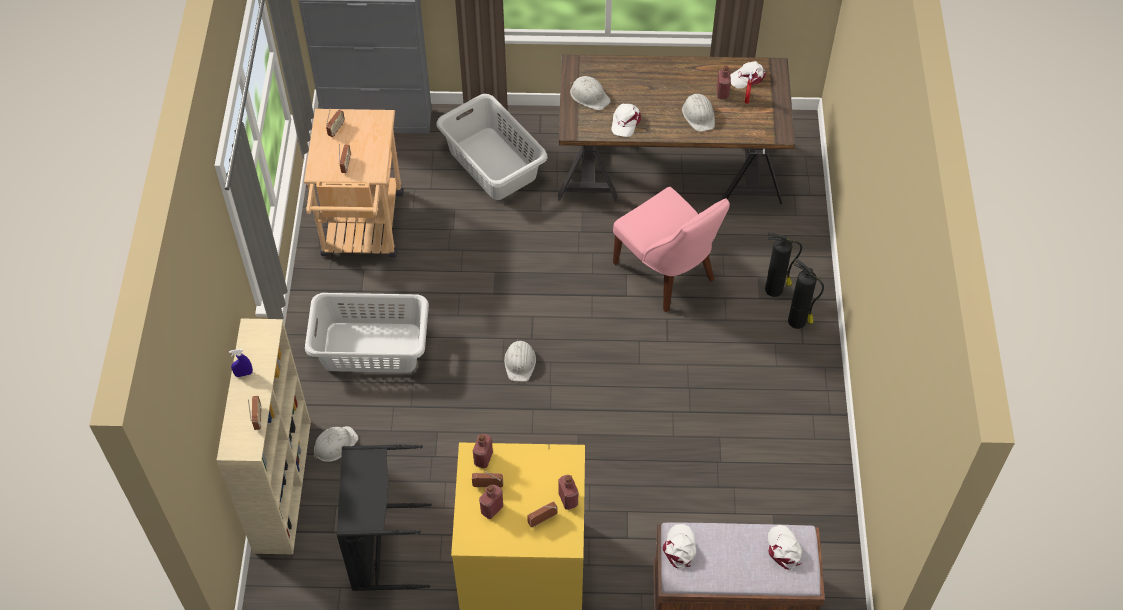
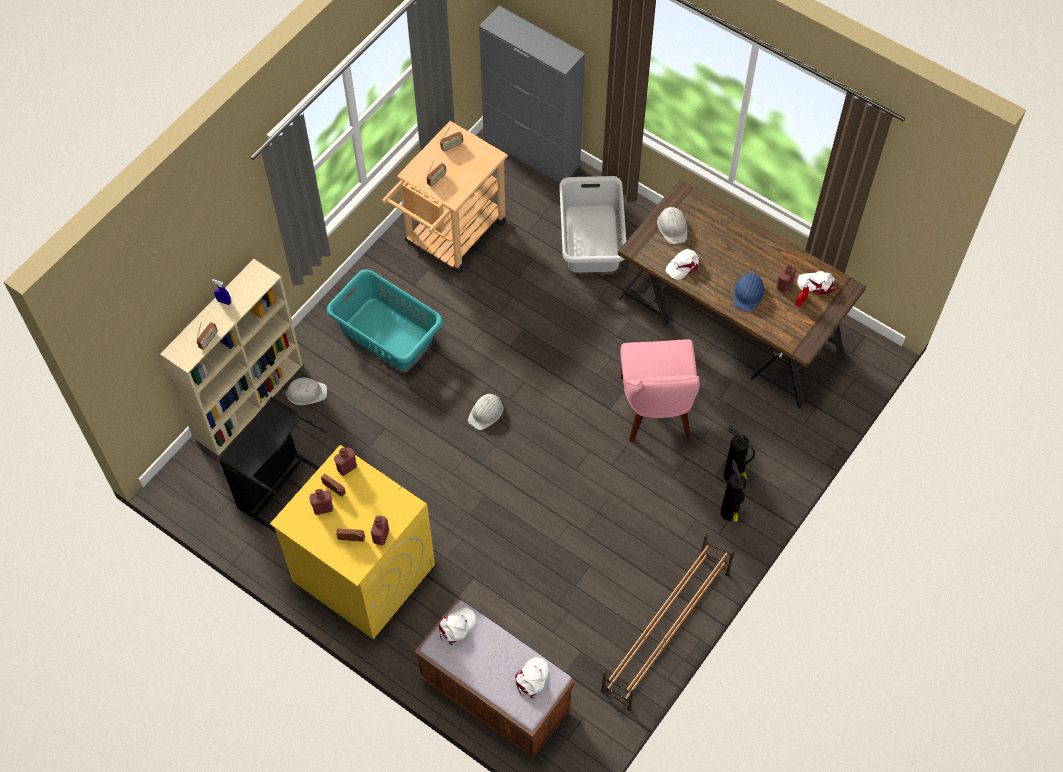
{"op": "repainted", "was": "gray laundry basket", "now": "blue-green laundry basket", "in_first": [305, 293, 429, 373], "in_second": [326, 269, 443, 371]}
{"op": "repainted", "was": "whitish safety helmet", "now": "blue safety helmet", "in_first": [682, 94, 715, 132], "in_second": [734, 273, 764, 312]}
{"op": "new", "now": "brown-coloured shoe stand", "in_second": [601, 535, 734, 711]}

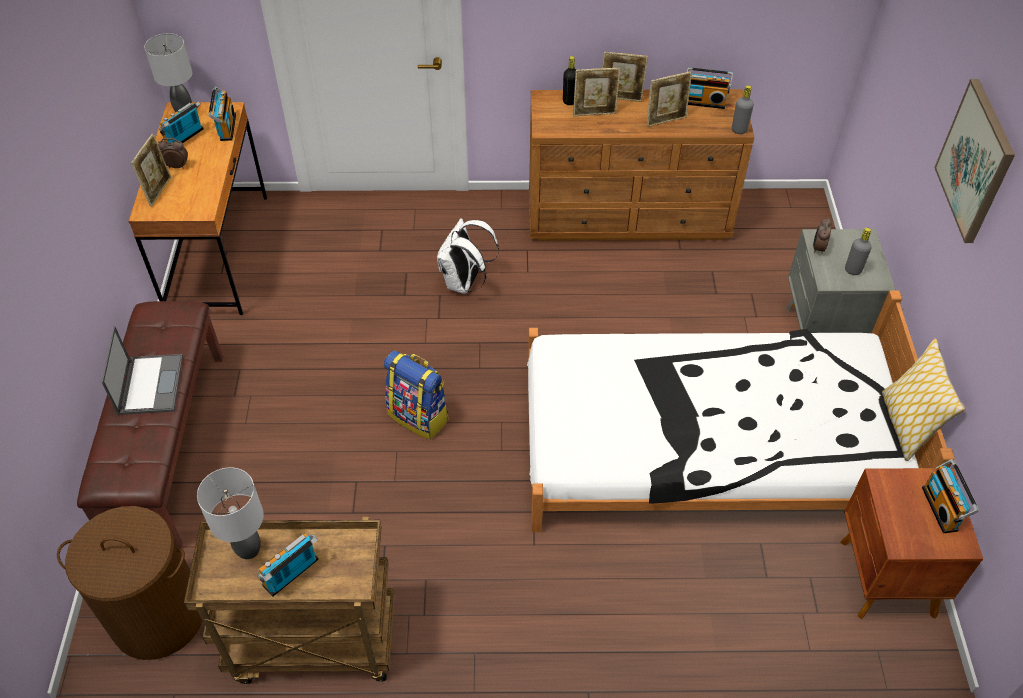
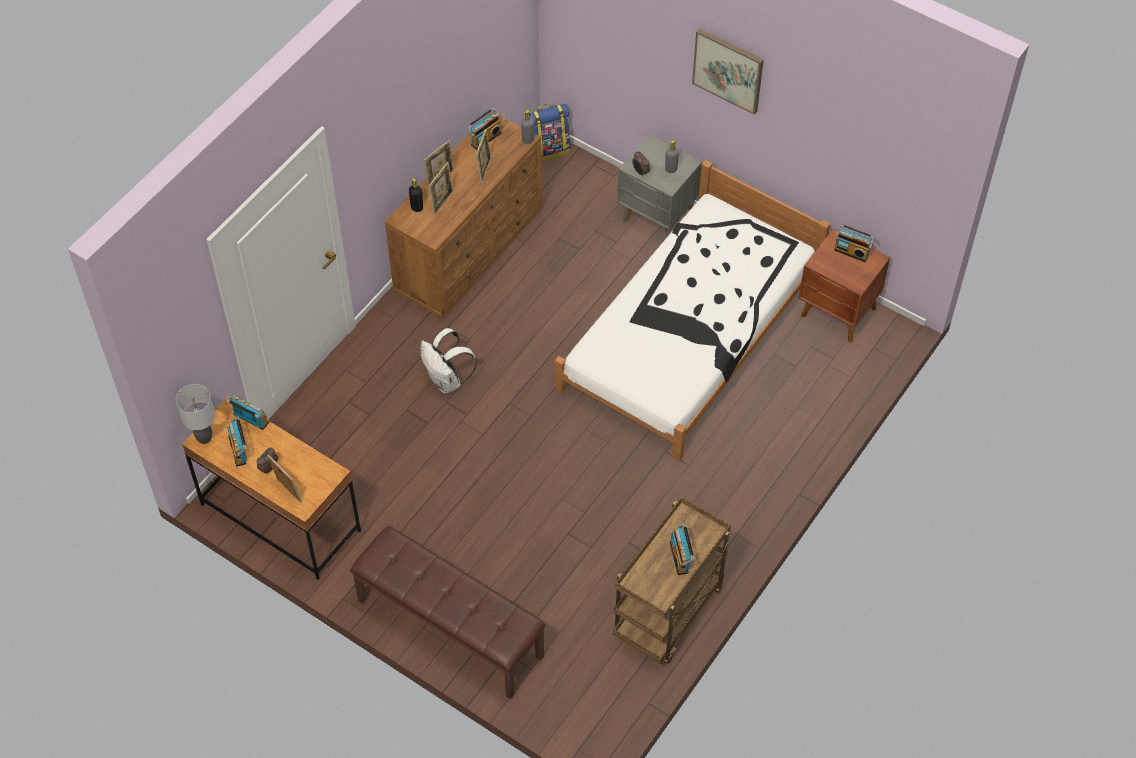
{"op": "gone", "was": "brown-coloured laundry basket", "in_first": [57, 506, 203, 660]}
{"op": "gone", "was": "laptop", "in_first": [102, 326, 183, 415]}
{"op": "gone", "was": "gray lamp for a table", "in_first": [197, 467, 264, 559]}
{"op": "shifted", "was": "rucksack", "in_first": [384, 350, 448, 440], "in_second": [530, 103, 570, 162]}
{"op": "gone", "was": "cushion", "in_first": [882, 338, 965, 461]}

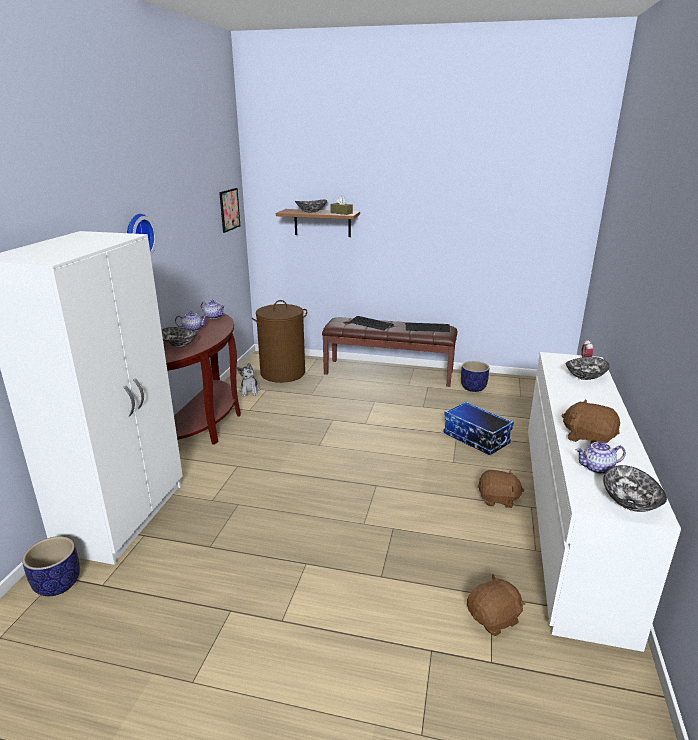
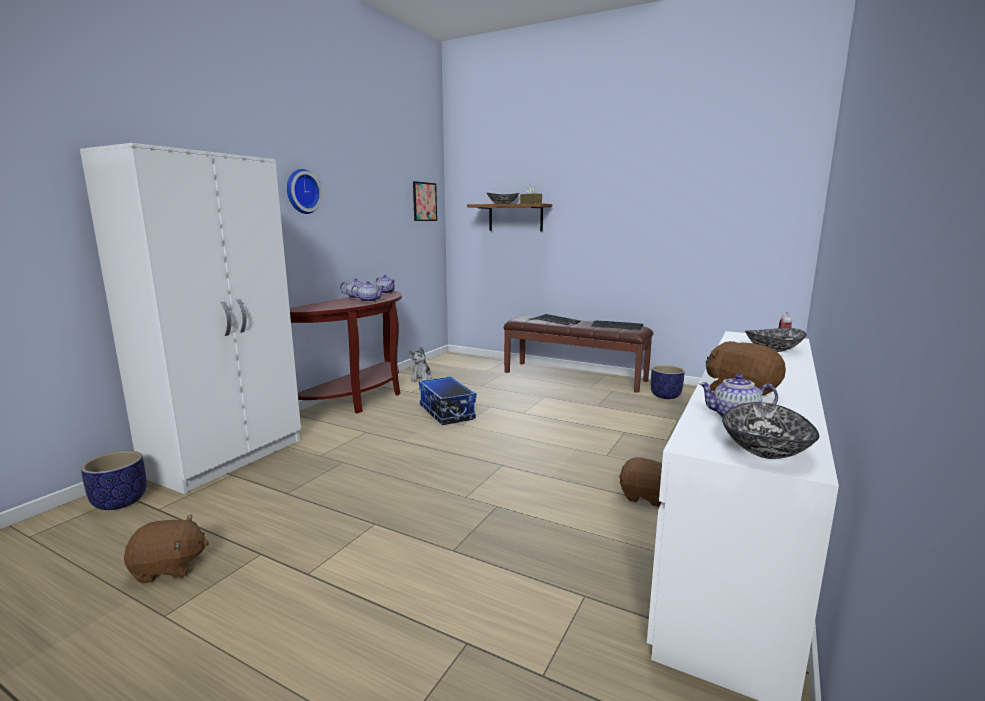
{"op": "gone", "was": "bowl", "in_first": [162, 327, 197, 347]}
{"op": "gone", "was": "brown-coloured laundry basket", "in_first": [252, 300, 307, 383]}
{"op": "shifted", "was": "storage bin", "in_first": [443, 401, 514, 455], "in_second": [419, 376, 476, 425]}
{"op": "shifted", "was": "brown-coloured plush toy", "in_first": [467, 574, 525, 636], "in_second": [124, 514, 209, 584]}
{"op": "new", "now": "pot for tea", "in_second": [351, 281, 385, 302]}

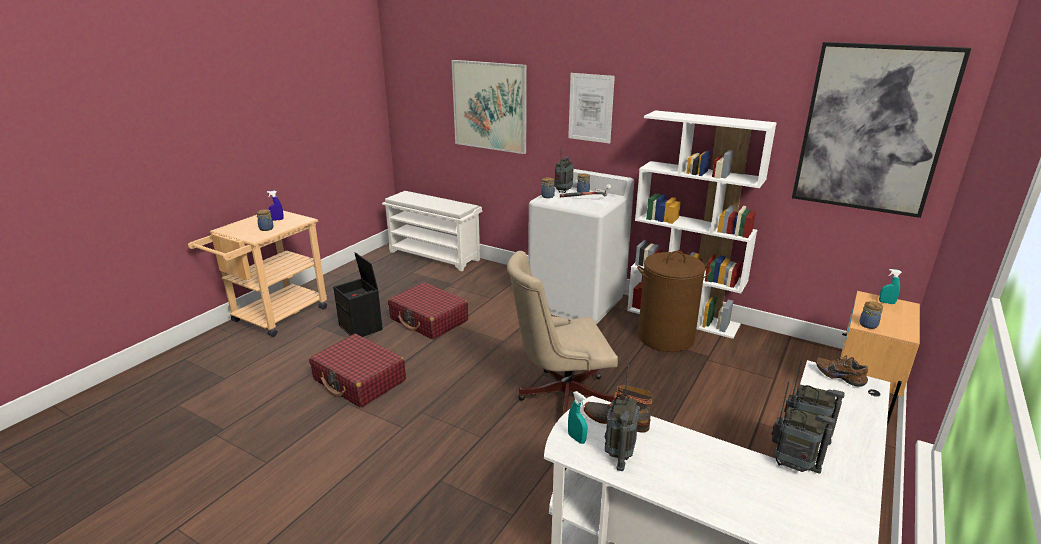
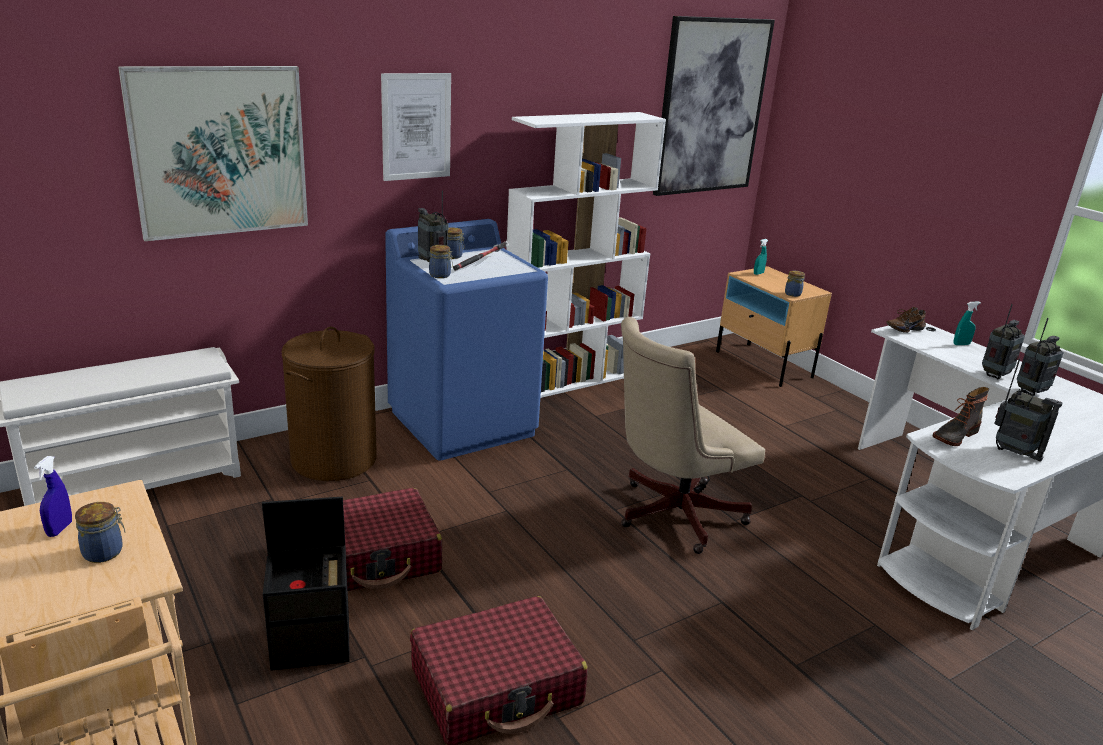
{"op": "rotated", "was": "sand-coloured computer chair", "in_first": [507, 251, 618, 416], "in_second": [621, 317, 765, 554], "clockwise": 45}
{"op": "repainted", "was": "whitish laundry appliance", "now": "blue laundry appliance", "in_first": [528, 169, 634, 324], "in_second": [385, 219, 548, 461]}
{"op": "shifted", "was": "blue-green spray bottle", "in_first": [568, 391, 587, 444], "in_second": [953, 301, 981, 345]}
{"op": "shifted", "was": "brown-coloured laundry basket", "in_first": [637, 251, 712, 352], "in_second": [282, 326, 377, 481]}

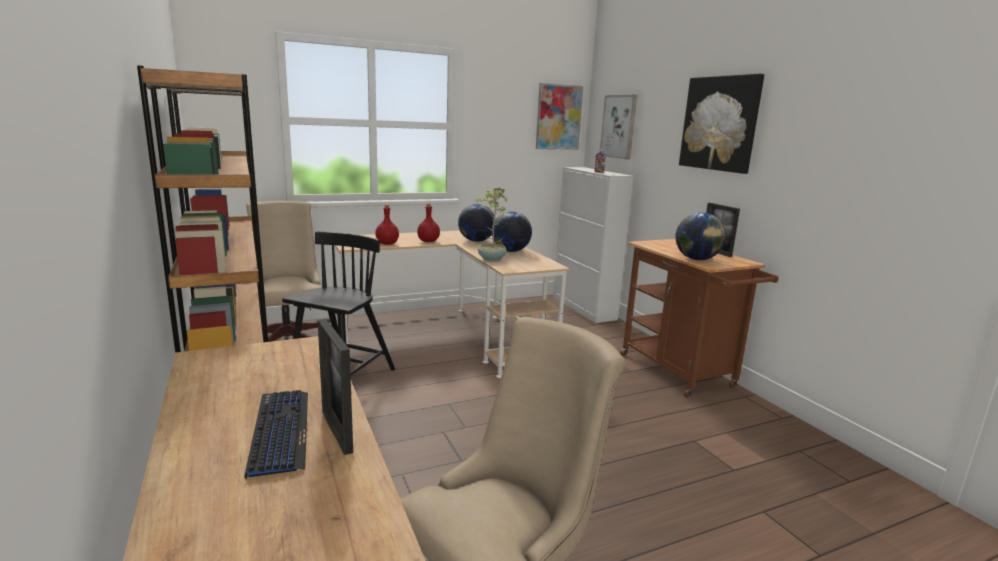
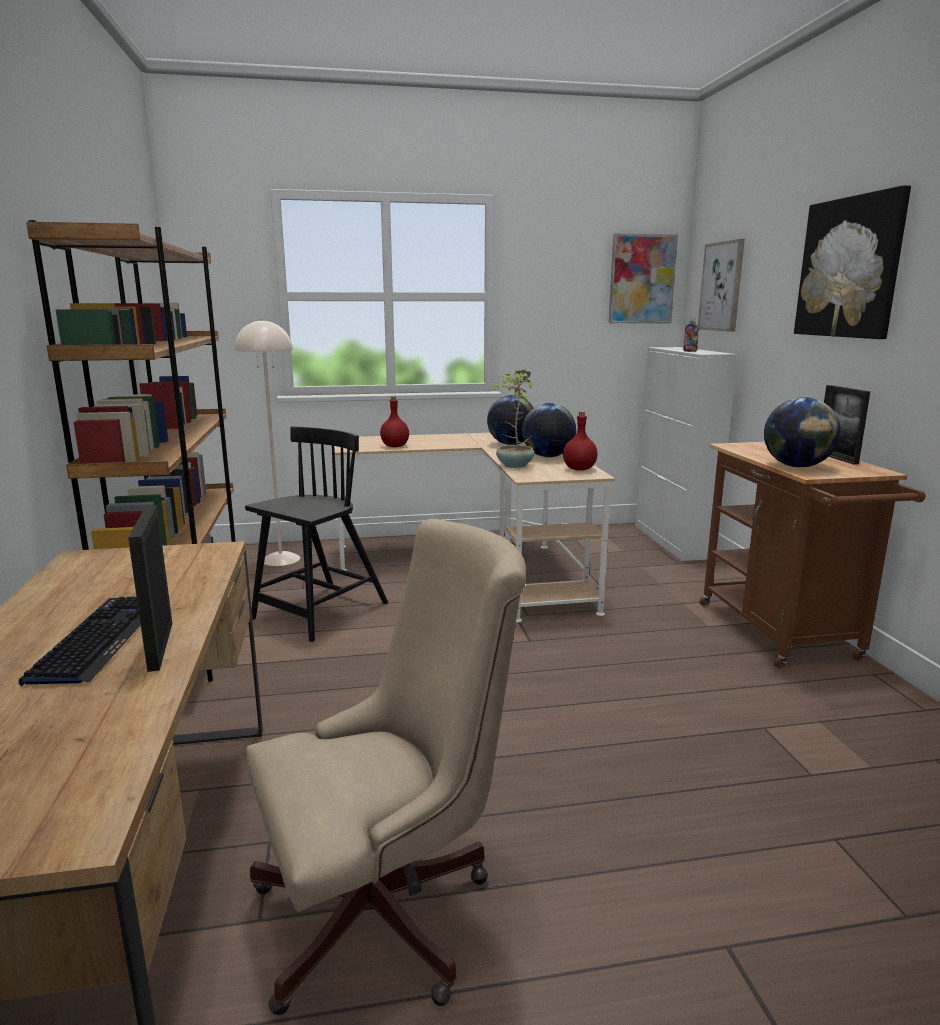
{"op": "swapped", "was": "sand-coloured computer chair", "now": "sand-coloured standing lamp", "in_first": [247, 201, 330, 342], "in_second": [235, 319, 300, 566]}
{"op": "shifted", "was": "reddish bottle", "in_first": [417, 203, 440, 242], "in_second": [563, 411, 598, 470]}

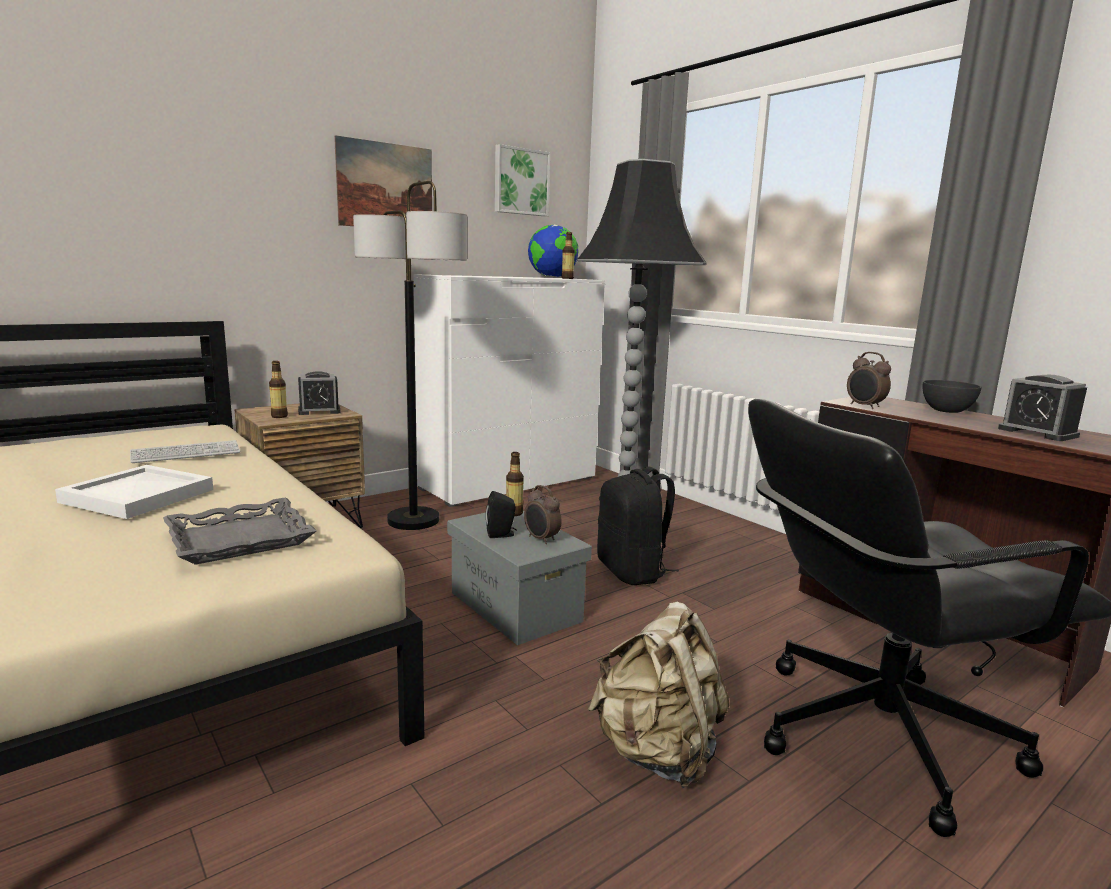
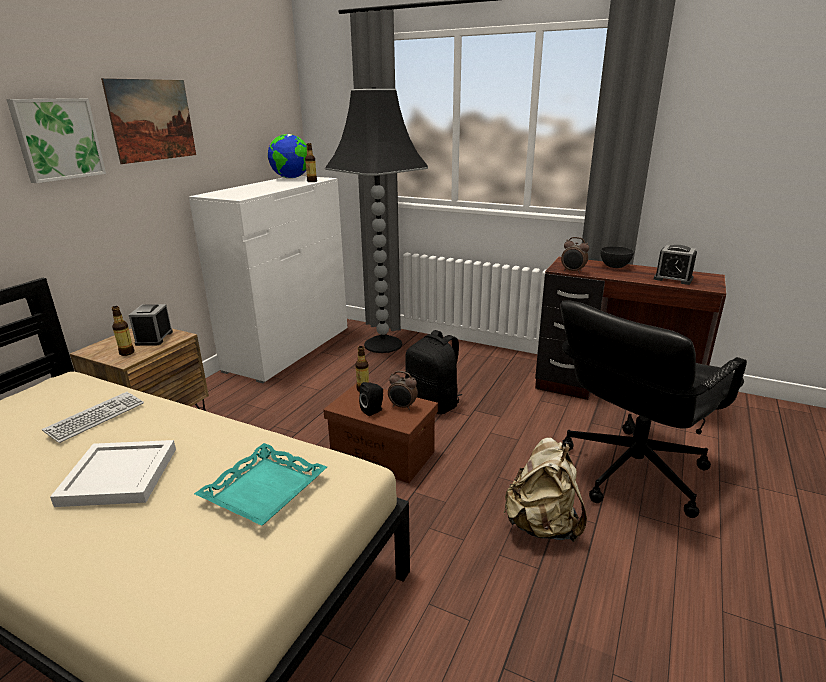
{"op": "repainted", "was": "gray tray", "now": "blue-green tray", "in_first": [163, 498, 317, 565], "in_second": [194, 443, 327, 526]}
{"op": "rotated", "was": "table clock", "in_first": [298, 371, 341, 415], "in_second": [129, 304, 173, 346], "clockwise": 135}
{"op": "gone", "was": "standing lamp", "in_first": [353, 181, 467, 530]}
{"op": "repainted", "was": "gray storage bin", "now": "brown-coloured storage bin", "in_first": [447, 510, 592, 645], "in_second": [323, 383, 438, 483]}
{"op": "shifted", "was": "picture", "in_first": [495, 144, 550, 216], "in_second": [6, 98, 106, 183]}

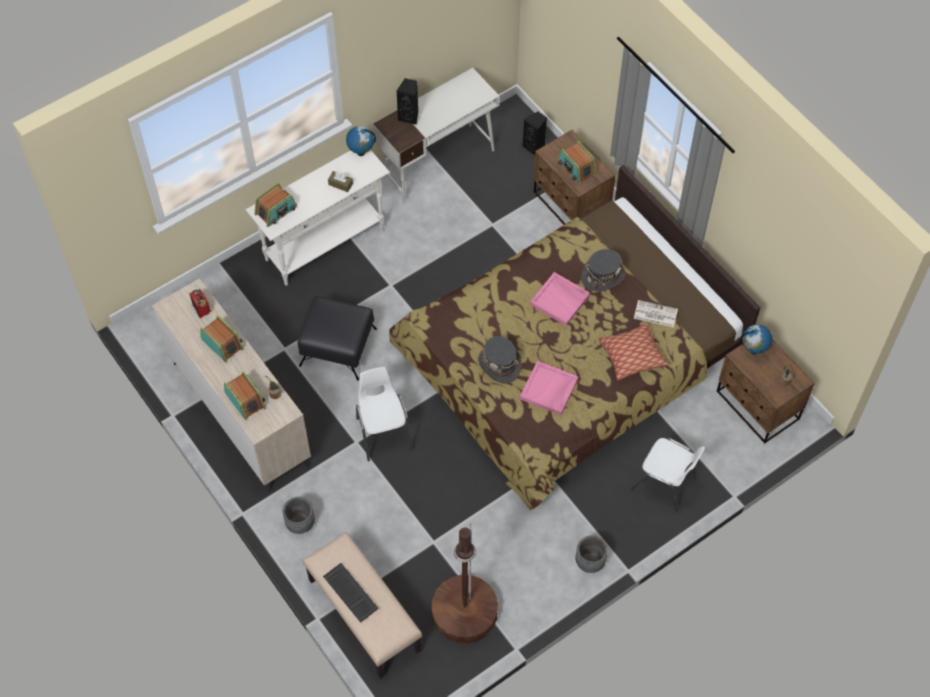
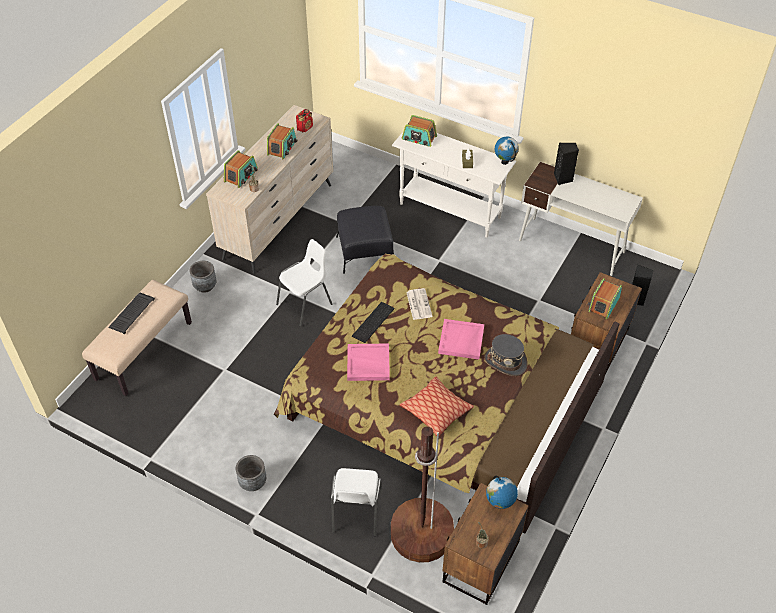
{"op": "shifted", "was": "brown-coloured standing lamp", "in_first": [432, 524, 498, 644], "in_second": [391, 426, 454, 563]}
{"op": "swapped", "was": "gray hat", "now": "PC keyboard", "in_first": [478, 336, 522, 384], "in_second": [352, 302, 394, 343]}
{"op": "shifted", "was": "daily paper", "in_first": [634, 300, 678, 328], "in_second": [406, 288, 433, 320]}

